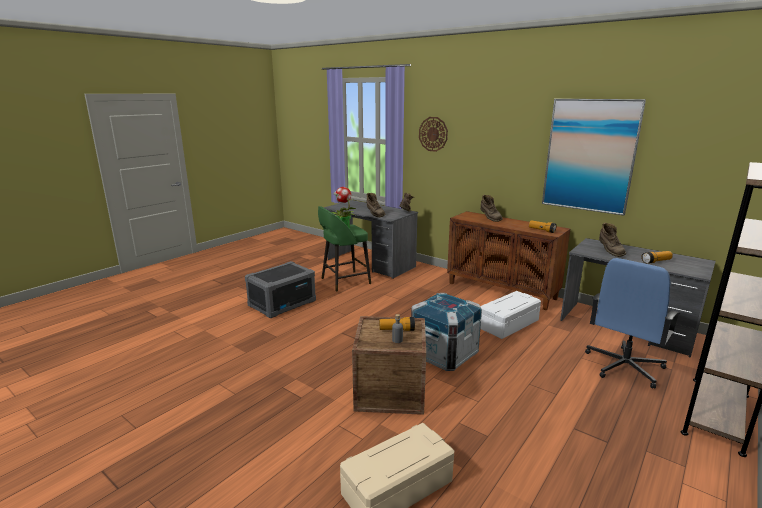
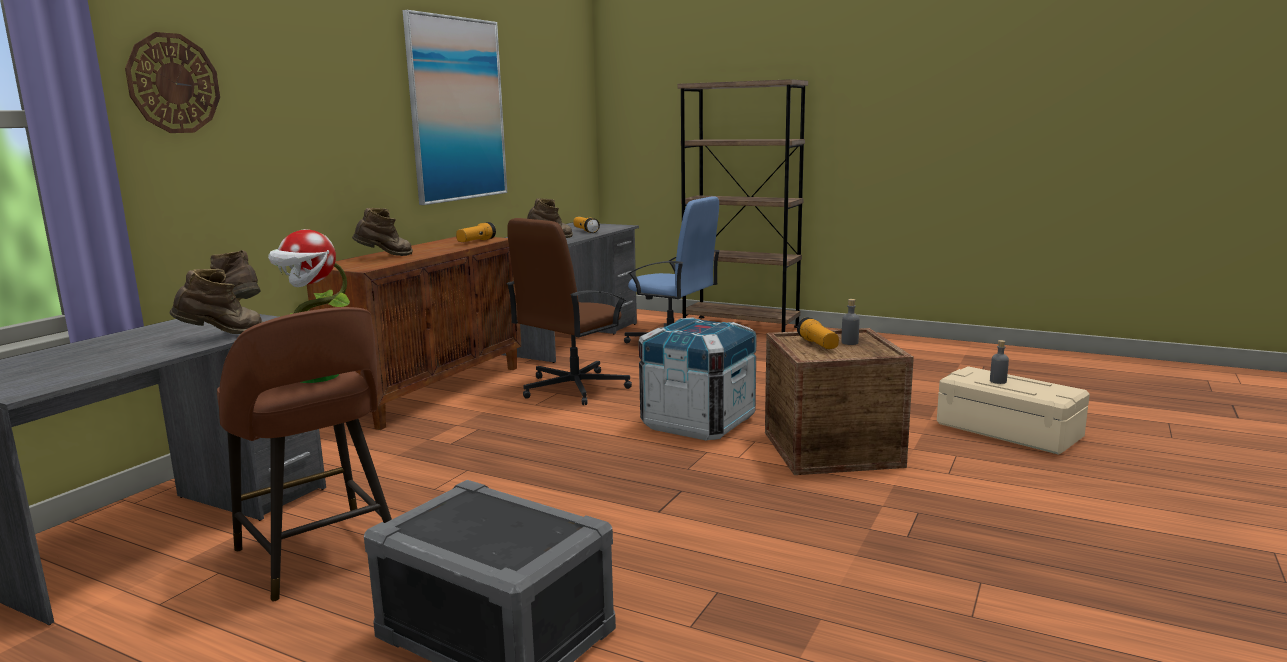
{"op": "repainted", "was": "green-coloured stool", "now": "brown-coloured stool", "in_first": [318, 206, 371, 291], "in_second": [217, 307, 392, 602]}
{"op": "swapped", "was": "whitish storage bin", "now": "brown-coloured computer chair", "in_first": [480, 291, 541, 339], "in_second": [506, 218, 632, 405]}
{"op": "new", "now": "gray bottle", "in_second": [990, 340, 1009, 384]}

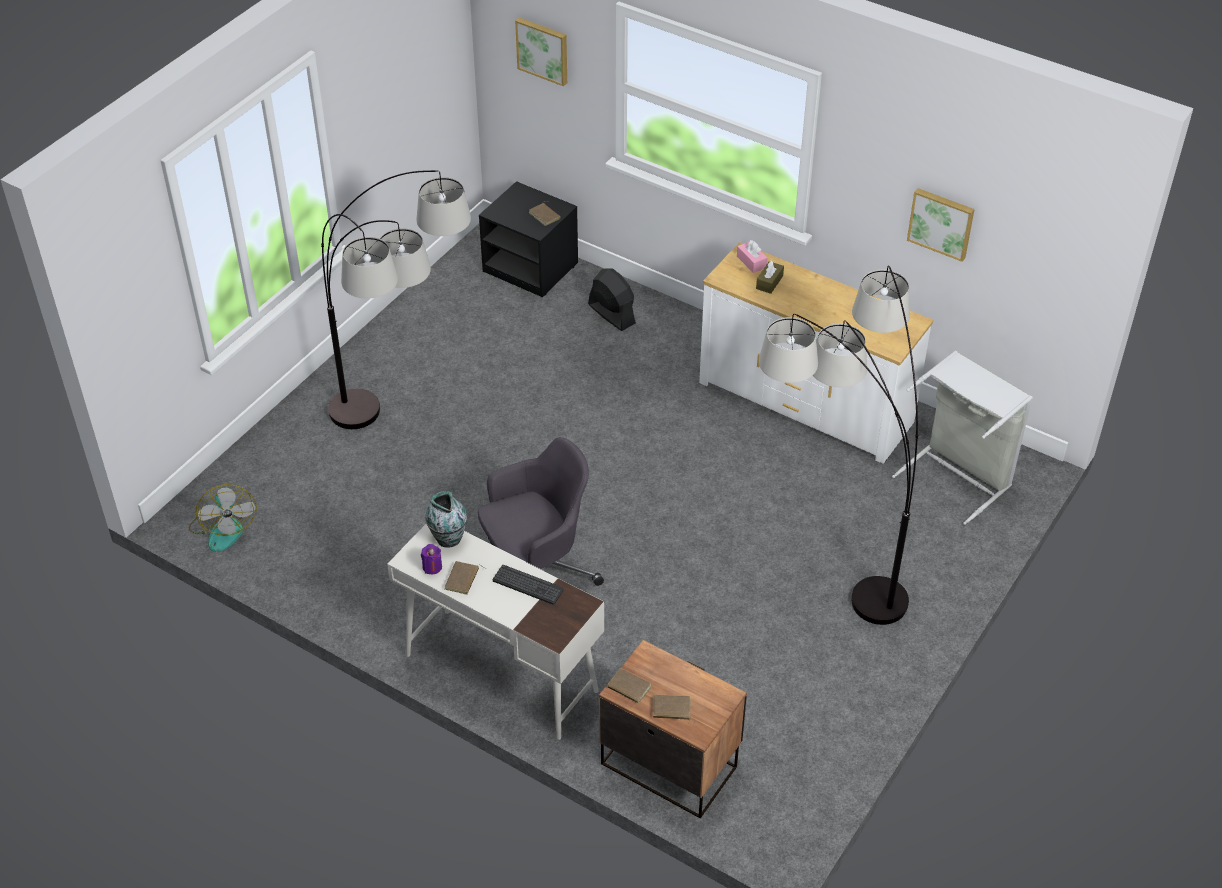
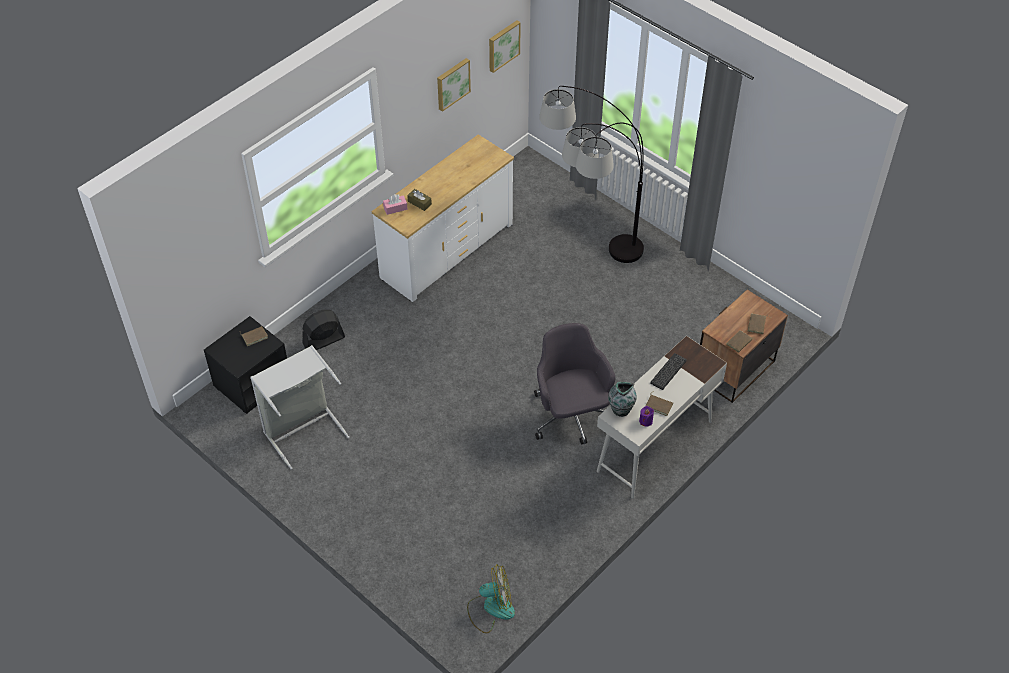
{"op": "gone", "was": "standing lamp", "in_first": [321, 170, 471, 429]}
{"op": "shifted", "was": "picture", "in_first": [515, 17, 567, 86], "in_second": [489, 20, 521, 73]}
{"op": "shifted", "was": "gray laundry basket", "in_first": [892, 350, 1033, 525], "in_second": [250, 345, 350, 470]}

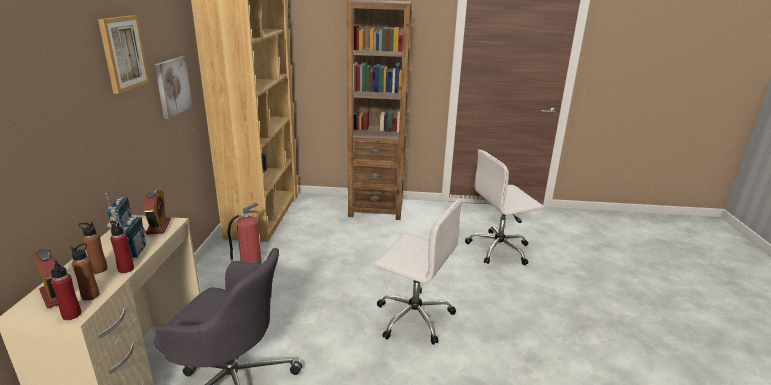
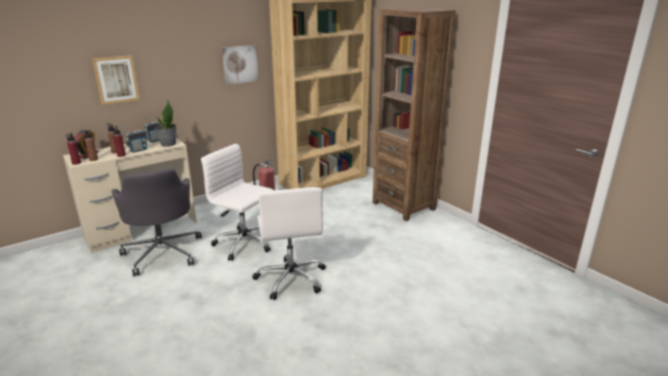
{"op": "shifted", "was": "picture", "in_first": [98, 15, 149, 94], "in_second": [92, 55, 140, 105]}
{"op": "swapped", "was": "table clock", "now": "potted plant", "in_first": [143, 189, 171, 235], "in_second": [155, 100, 176, 147]}
{"op": "shifted", "was": "whitish computer chair", "in_first": [465, 150, 543, 265], "in_second": [201, 144, 274, 261]}

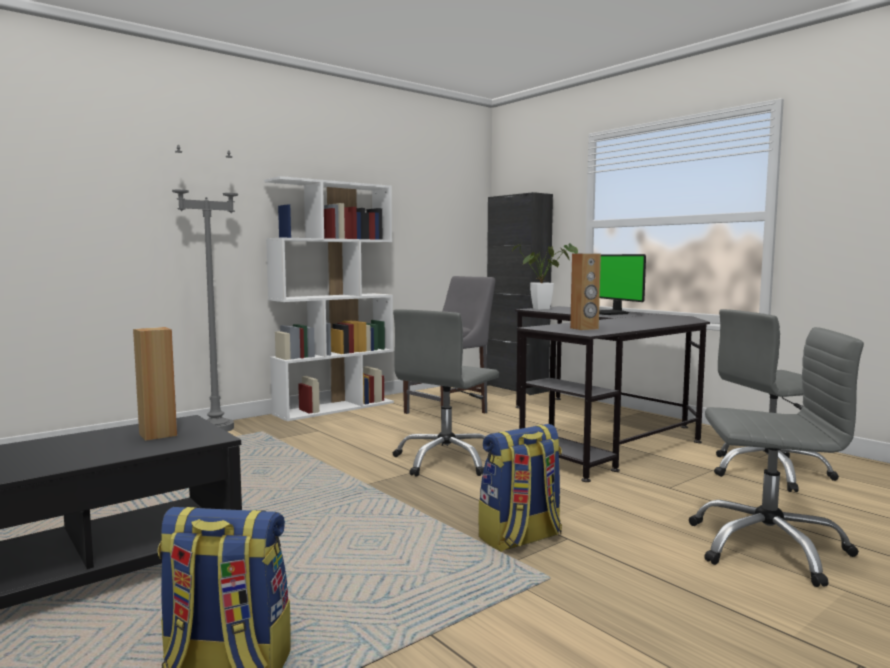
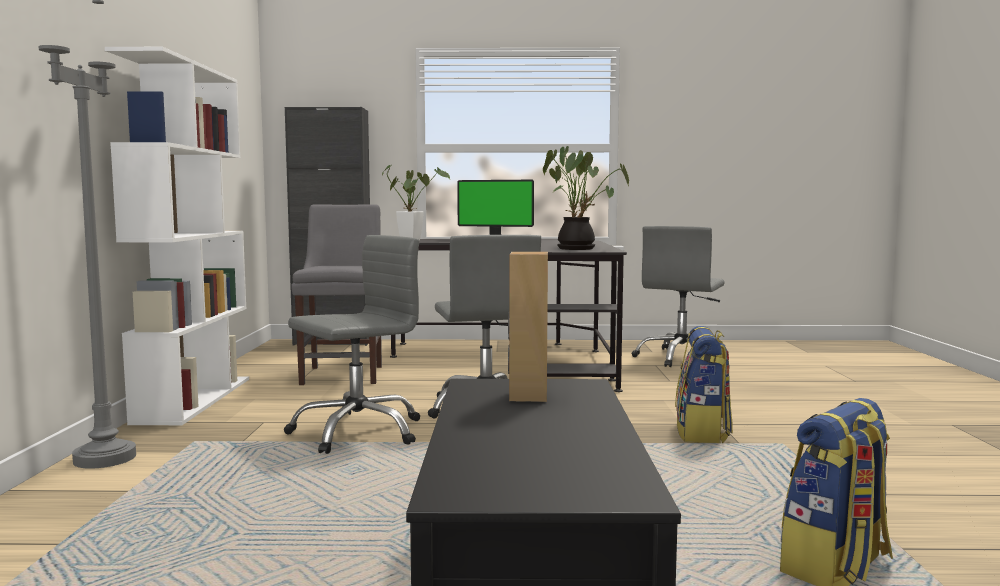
{"op": "swapped", "was": "brown-coloured speaker", "now": "potted plant", "in_first": [570, 254, 601, 330], "in_second": [543, 146, 629, 250]}
{"op": "shifted", "was": "gray computer chair", "in_first": [689, 327, 864, 587], "in_second": [284, 235, 420, 454]}

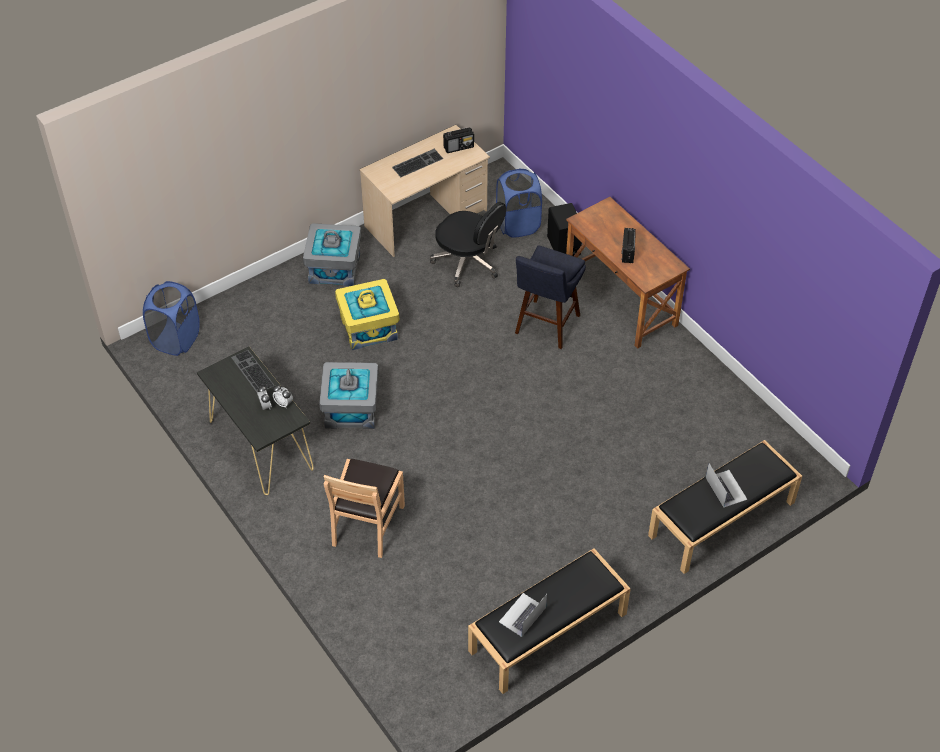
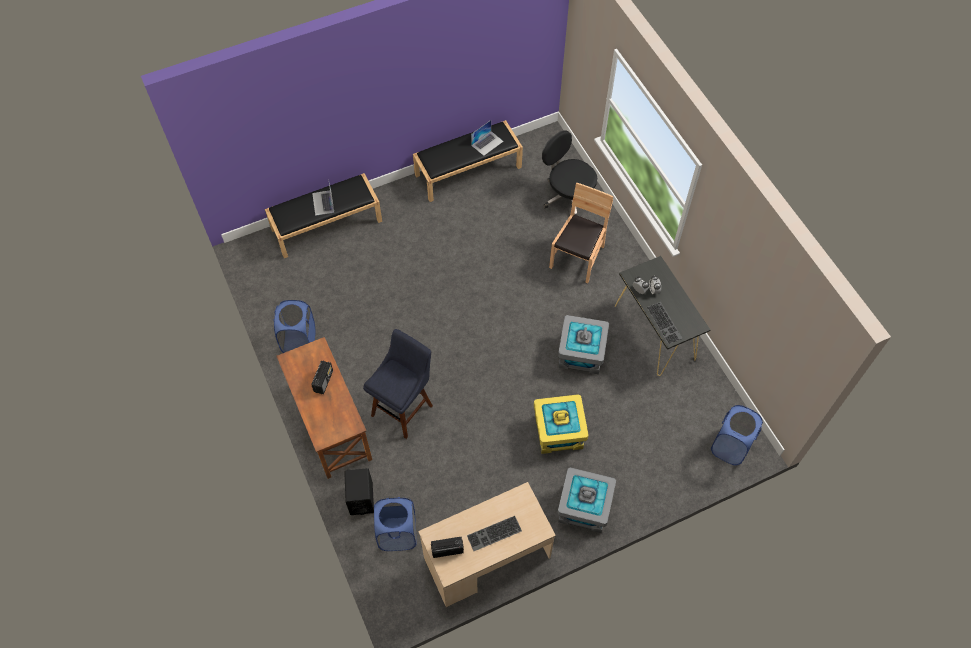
{"op": "shifted", "was": "black-coloured computer chair", "in_first": [430, 202, 506, 287], "in_second": [542, 130, 597, 216]}
{"op": "new", "now": "blue laundry basket", "in_second": [273, 300, 315, 353]}

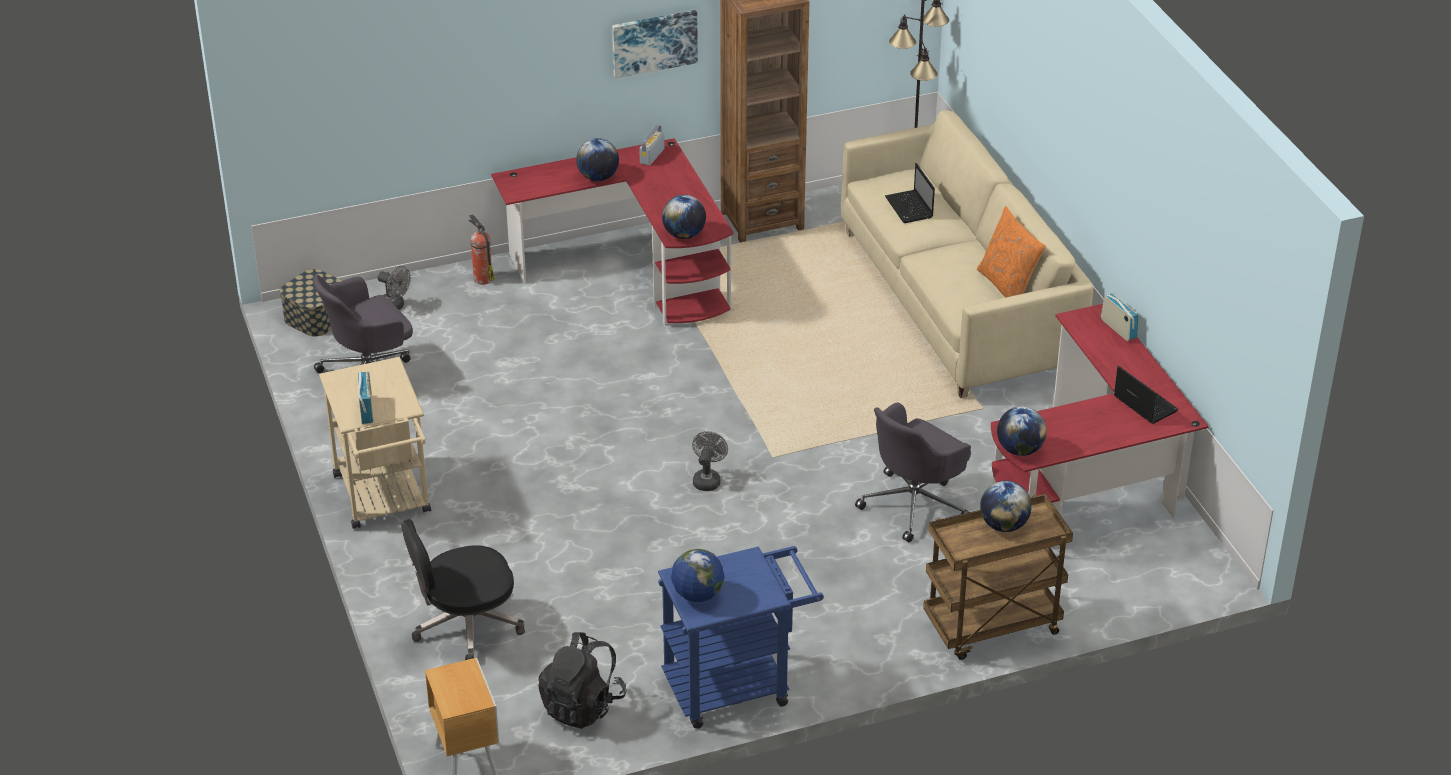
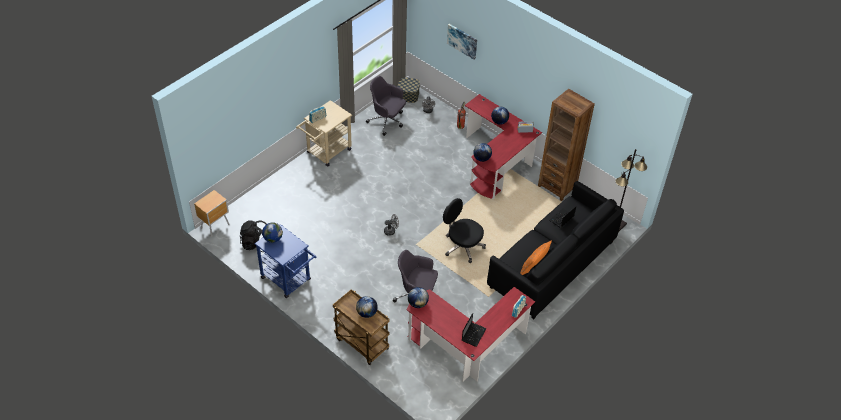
{"op": "shifted", "was": "black-coloured computer chair", "in_first": [401, 519, 525, 660], "in_second": [443, 198, 486, 263]}
{"op": "shifted", "was": "picture", "in_first": [612, 10, 698, 78], "in_second": [447, 24, 477, 60]}
{"op": "repainted", "was": "sand-coloured settee", "now": "black-coloured settee", "in_first": [841, 110, 1093, 398], "in_second": [487, 181, 624, 319]}

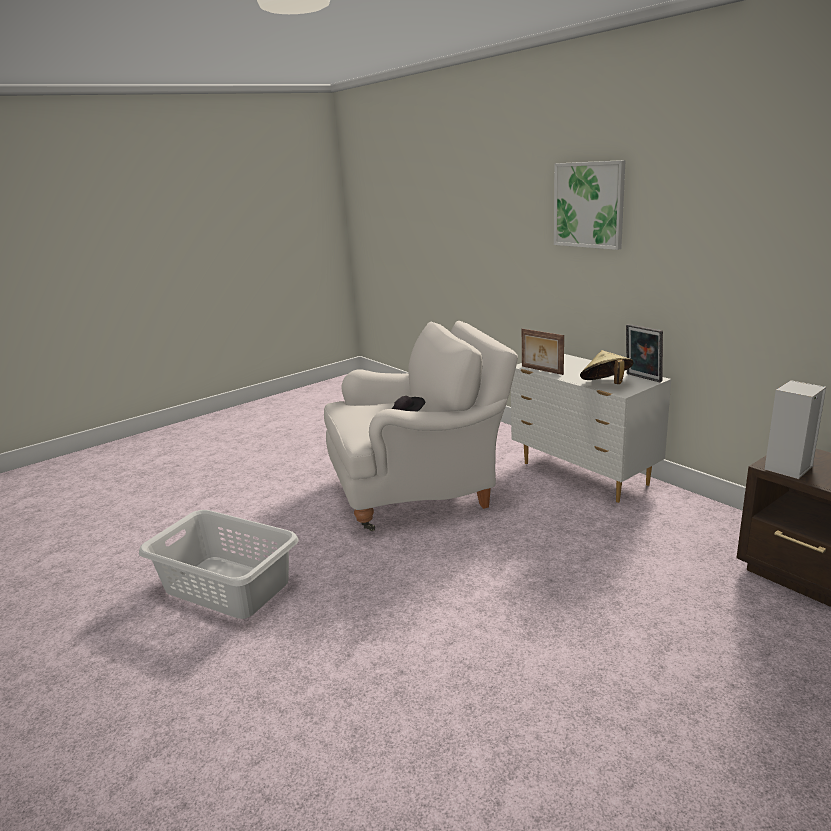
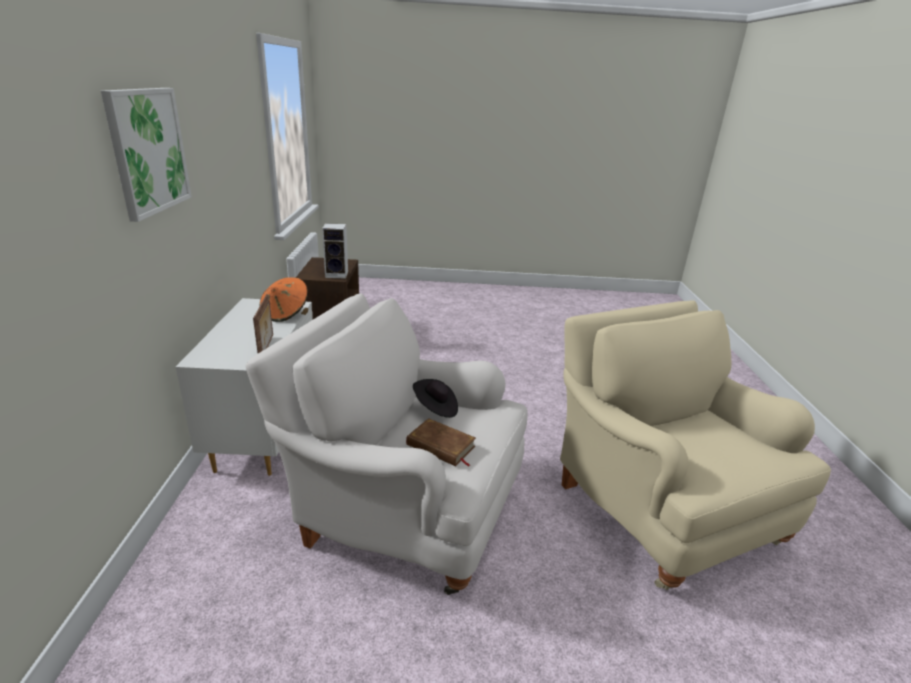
{"op": "swapped", "was": "gray laundry basket", "now": "sand-coloured lounge chair", "in_first": [139, 510, 299, 619], "in_second": [560, 300, 831, 590]}
{"op": "repainted", "was": "sand-coloured hat", "now": "orangey hat", "in_first": [580, 350, 633, 384], "in_second": [260, 277, 308, 322]}
{"op": "gone", "was": "picture frame", "in_first": [626, 324, 663, 382]}
{"op": "new", "now": "brown-coloured bound book", "in_second": [406, 418, 476, 466]}

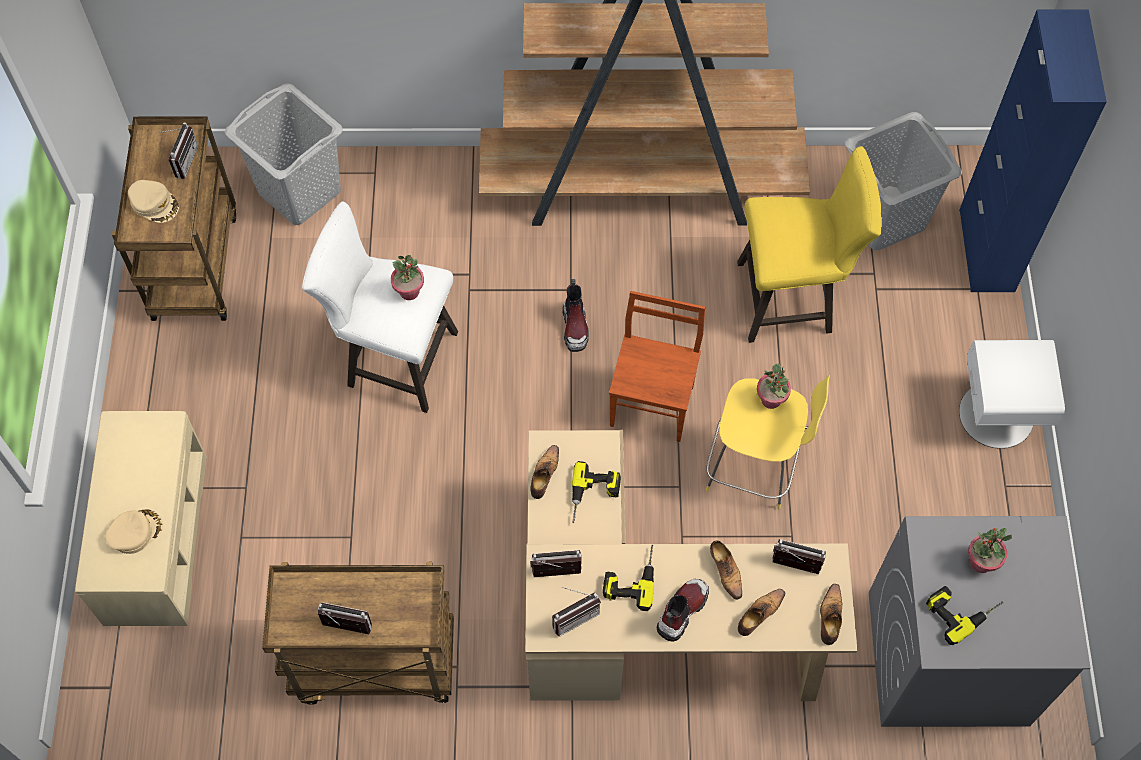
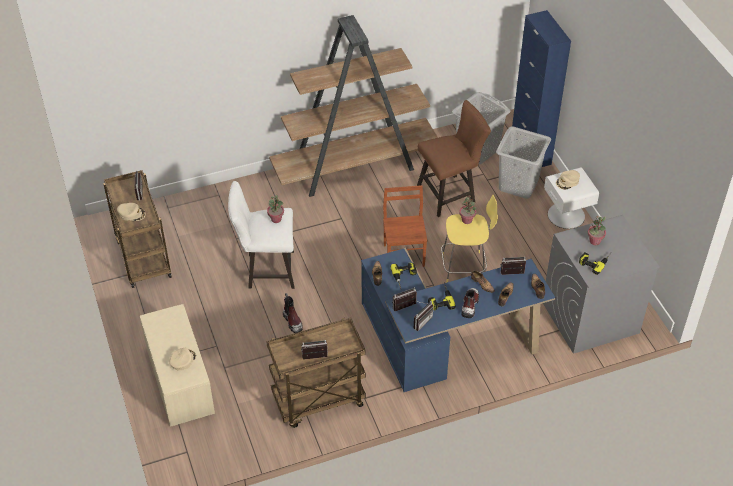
{"op": "shifted", "was": "gray laundry basket", "in_first": [225, 83, 343, 225], "in_second": [496, 126, 551, 199]}
{"op": "repainted", "was": "sand-coloured desk unit", "now": "blue desk unit", "in_first": [525, 430, 857, 701], "in_second": [361, 248, 556, 392]}
{"op": "shifted", "was": "boot", "in_first": [563, 279, 589, 352], "in_second": [283, 293, 302, 333]}
{"op": "repainted", "was": "yellowish stool", "now": "brown-coloured stool", "in_first": [737, 146, 882, 343], "in_second": [417, 100, 491, 217]}
{"op": "new", "now": "sand-coloured peaked cap", "in_second": [556, 170, 580, 190]}

